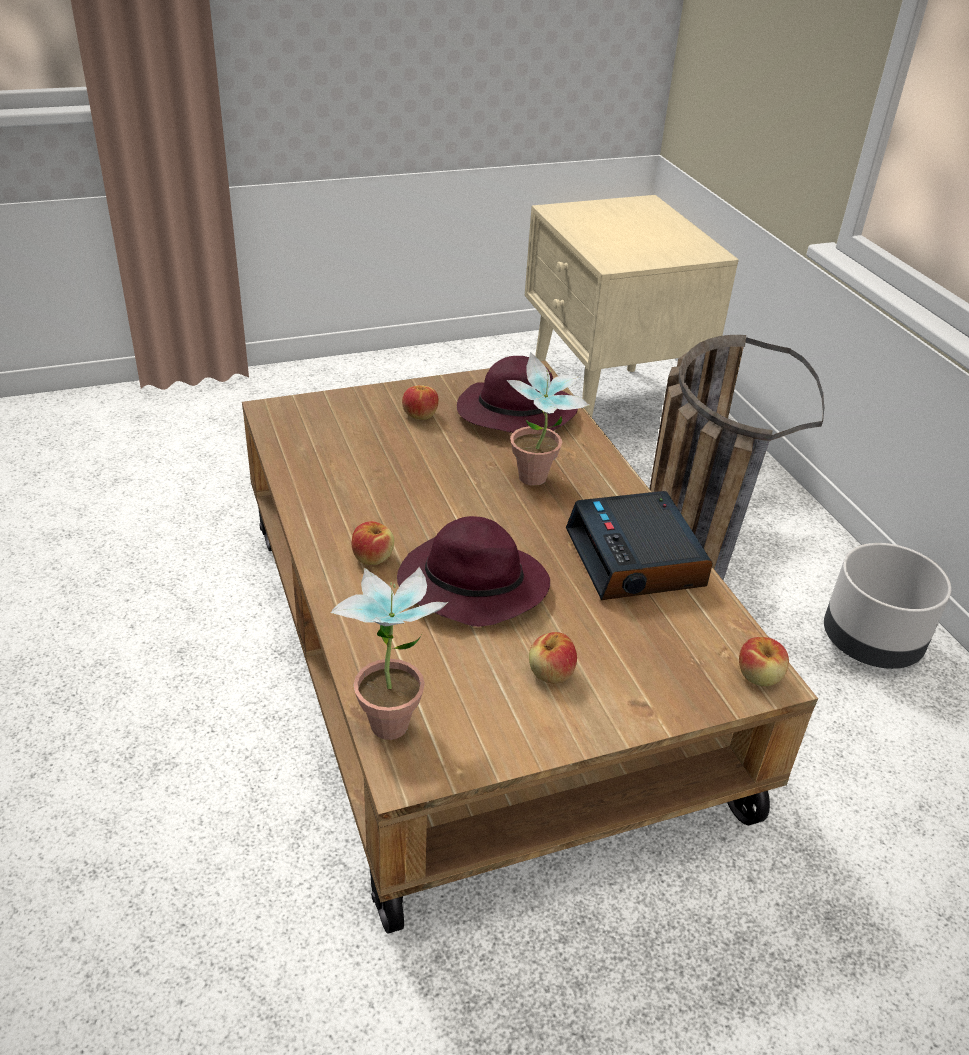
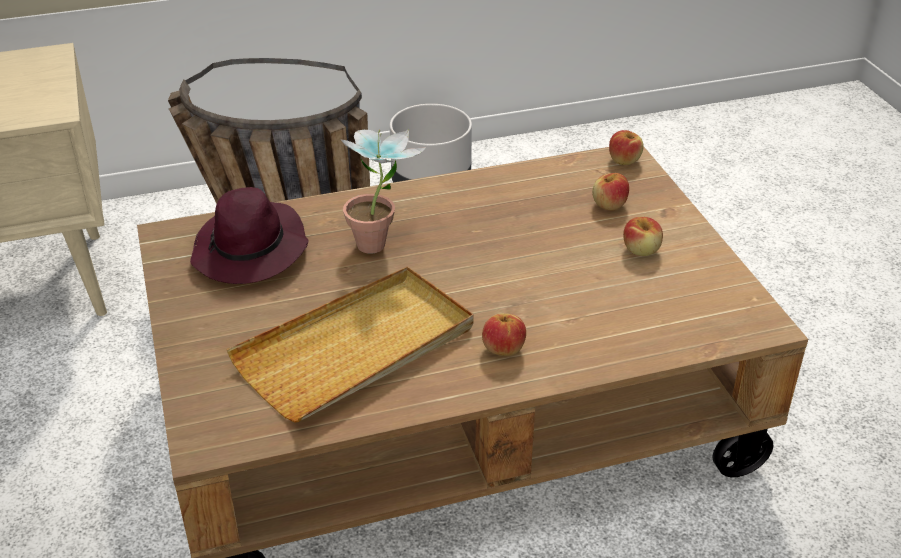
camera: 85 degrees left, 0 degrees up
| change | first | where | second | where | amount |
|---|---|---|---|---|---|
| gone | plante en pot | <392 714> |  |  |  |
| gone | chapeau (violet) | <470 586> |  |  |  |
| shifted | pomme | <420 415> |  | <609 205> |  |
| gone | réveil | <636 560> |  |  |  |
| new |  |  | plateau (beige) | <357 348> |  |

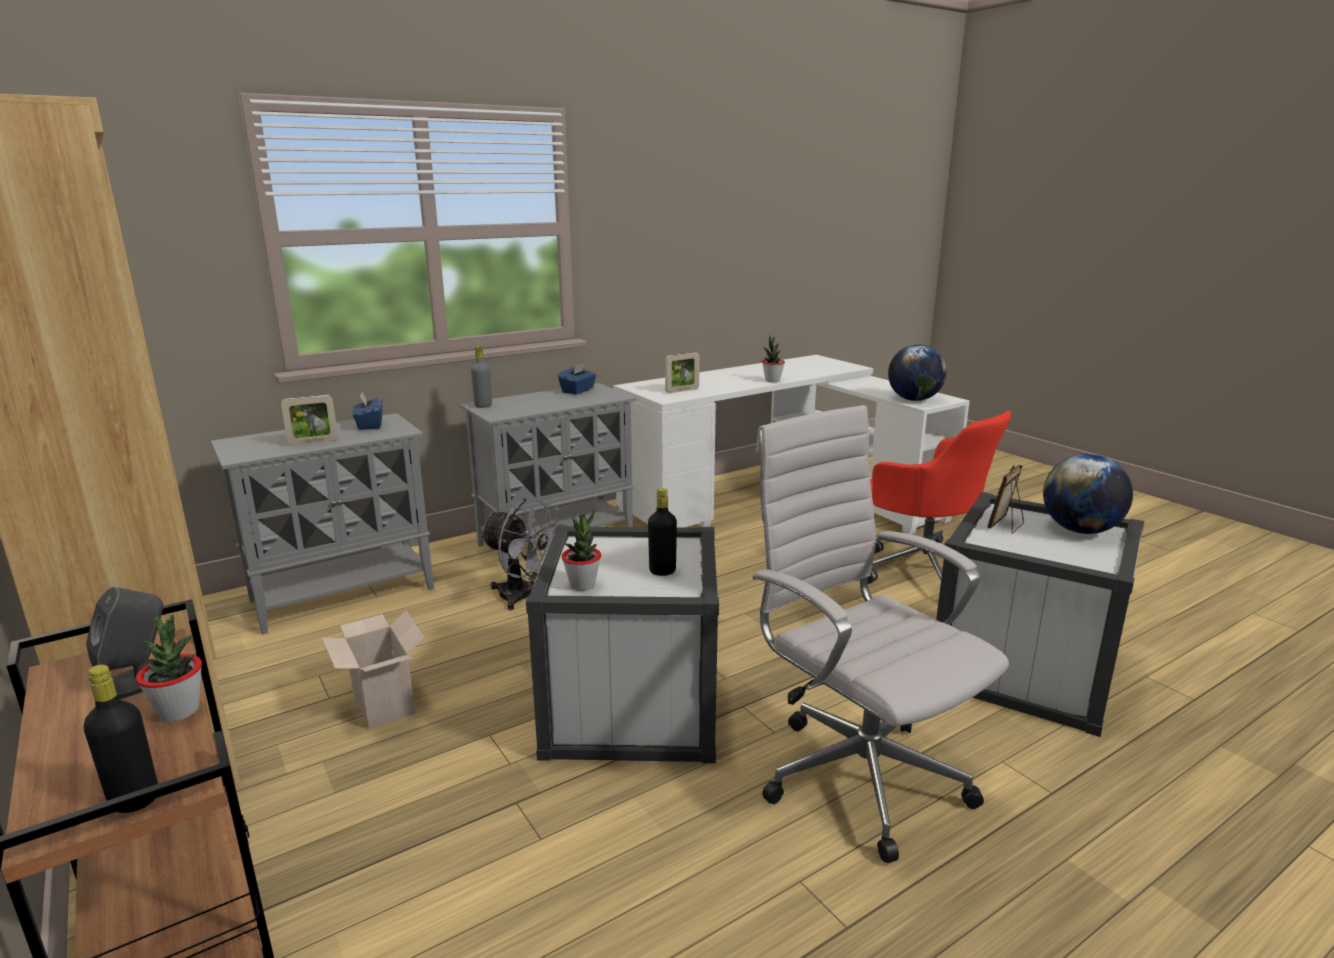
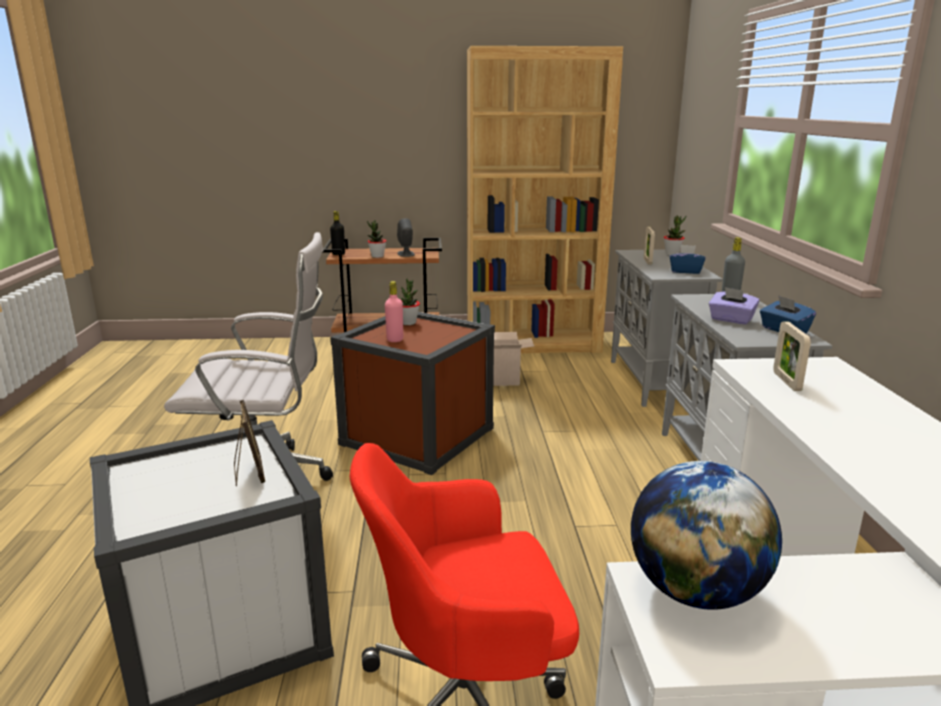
camera: 120 degrees right, 0 degrees up
| change | first | where | second | where | amount |
|---|---|---|---|---|---|
| gone | ventilateur (gris) | <524 597> |  |  |  |
| repainted | boîte de rangement (blanc) | <631 707> | boîte de rangement (marron) | <418 436> |  |
| repainted | bouteille (noir) | <662 571> | bouteille (rose) | <395 340> |  |
| shifted | plante en pot | <772 380> |  | <672 254> |  |
| gone | globe | <1080 530> |  |  |  |
| new |  |  | boîte à mouchoirs (violet) | <731 320> |  |

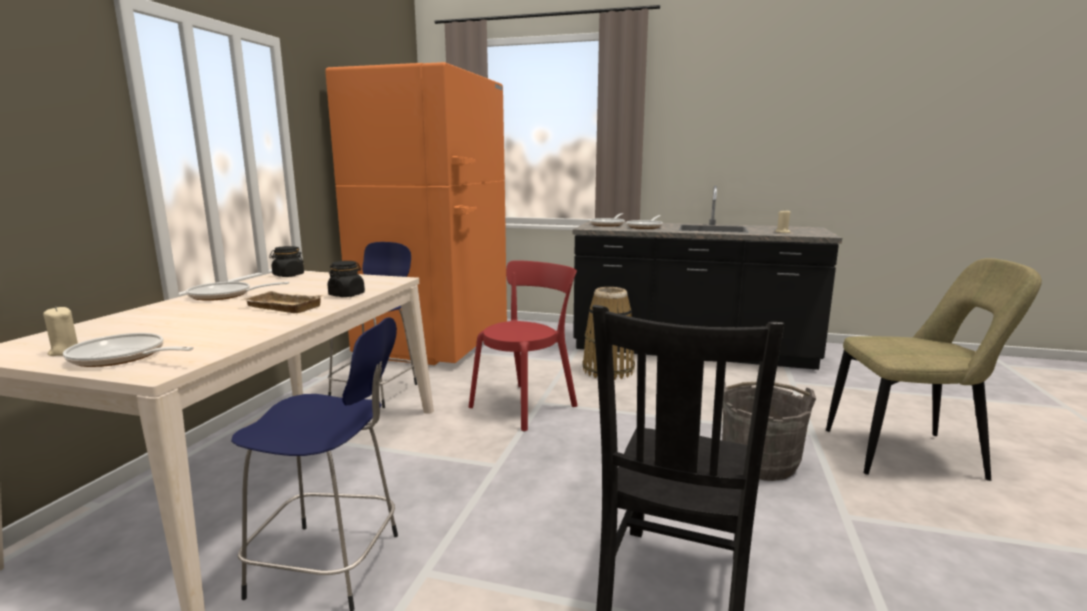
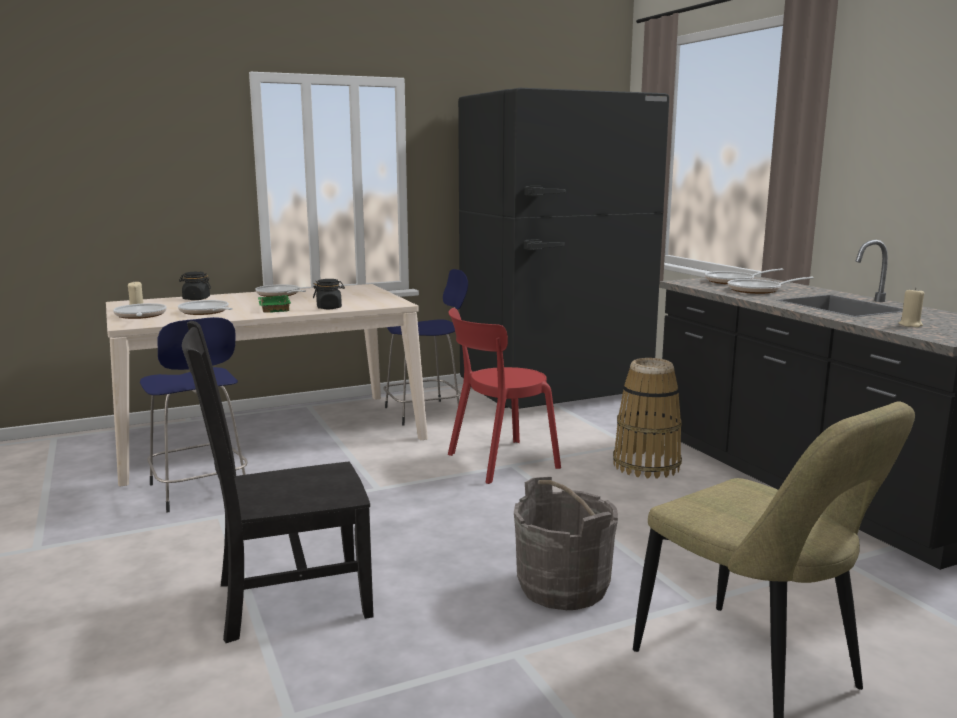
camera: 50 degrees right, 0 degrees up
| change | first | where | second | where | amount |
|---|---|---|---|---|---|
| repainted | plateau (beige) | <281 307> | plateau (vert) | <273 307> |  |
| shifted | bocal (noir) | <288 275> |  | <196 299> |  |
| repainted | réfrigérateur (orange) | <436 342> | réfrigérateur (noir) | <555 391> |  |
| rotated | chaise (rouge) | <526 405> |  | <498 462> | 150 degrees clockwise |
| new |  |  | poêle | <206 312> |  |

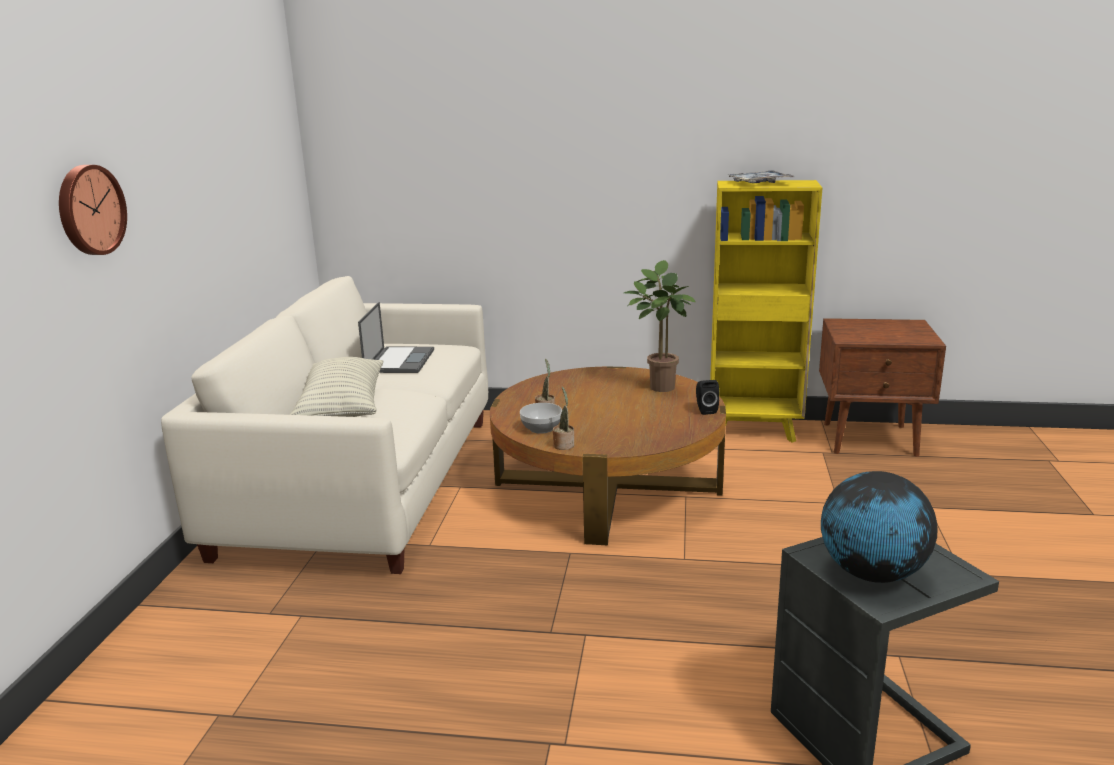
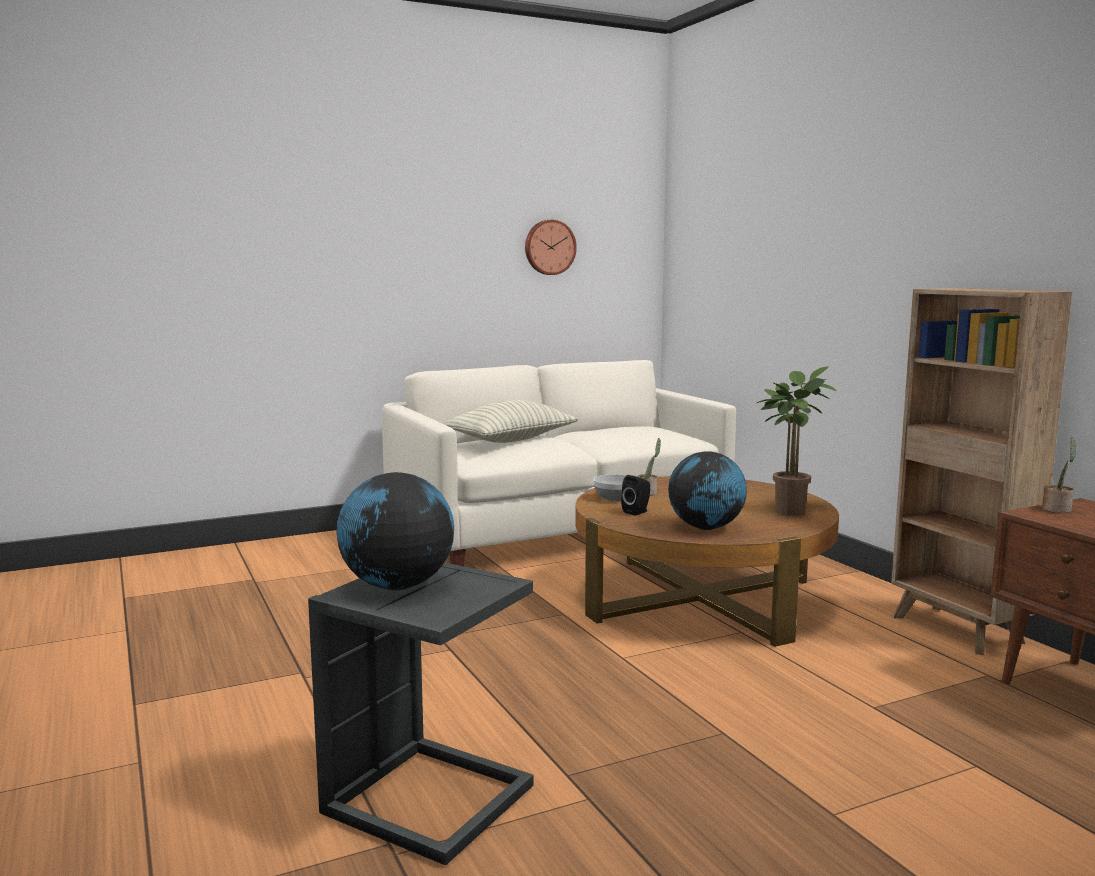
camera: 55 degrees right, 10 degrees down
| change | first | where | second | where | amount |
|---|---|---|---|---|---|
| shifted | horloge murale | <89 210> |  | <549 247> |  |
| gone | ordinateur portable | <399 360> |  |  |  |
| shifted | plante en pot | <564 445> |  | <1057 509> |  |
| shifted | enceinte (noir) | <705 410> |  | <637 512> |  |
| repainted | bibliothèque (jaune) | <755 431> | bibliothèque (marron) | <958 630> |  |
| gone | plateau | <759 183> |  |  |  |
| new |  |  | globe | <706 528> |  |

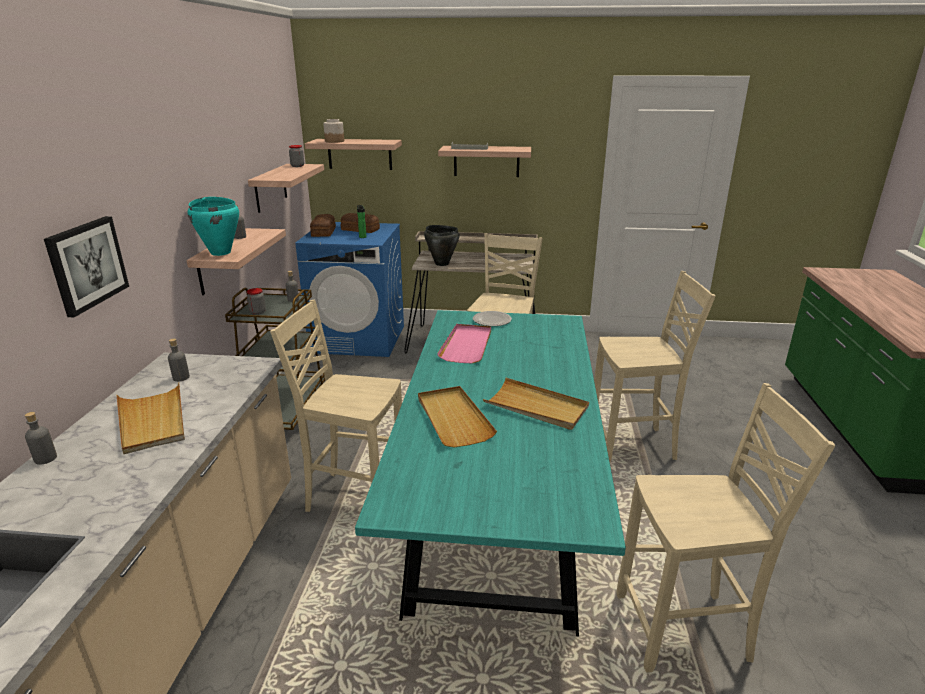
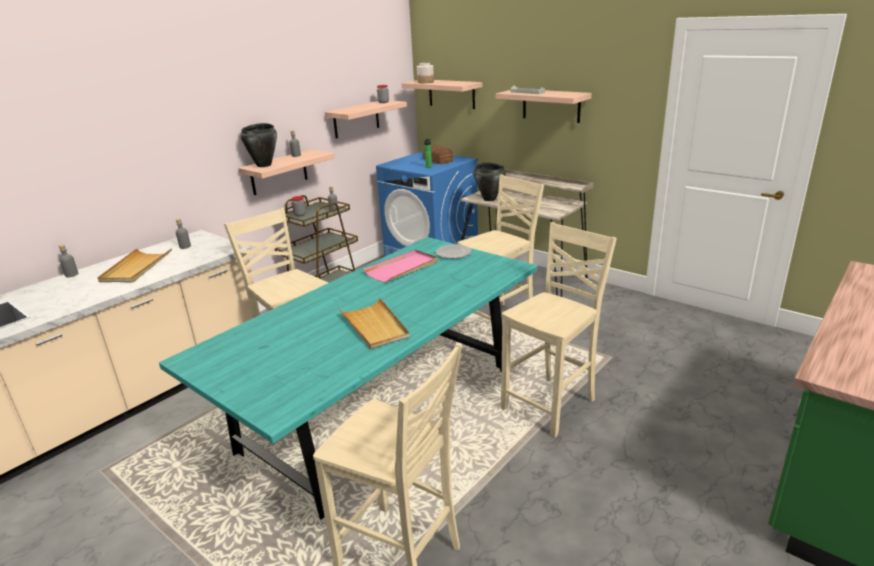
camera: 35 degrees right, 0 degrees up
| change | first | where | second | where | amount |
|---|---|---|---|---|---|
| gone | tableau | <87 264> |  |  |  |
| repainted | marmite (turquoise) | <221 252> | marmite (noir) | <264 165> |  |
| gone | pain | <324 232> |  |  |  |
| gone | plateau (beige) | <453 418> |  |  |  |
| rotated | chaise (beige) | <634 445> |  | <551 405> | 75 degrees counterclockwise |

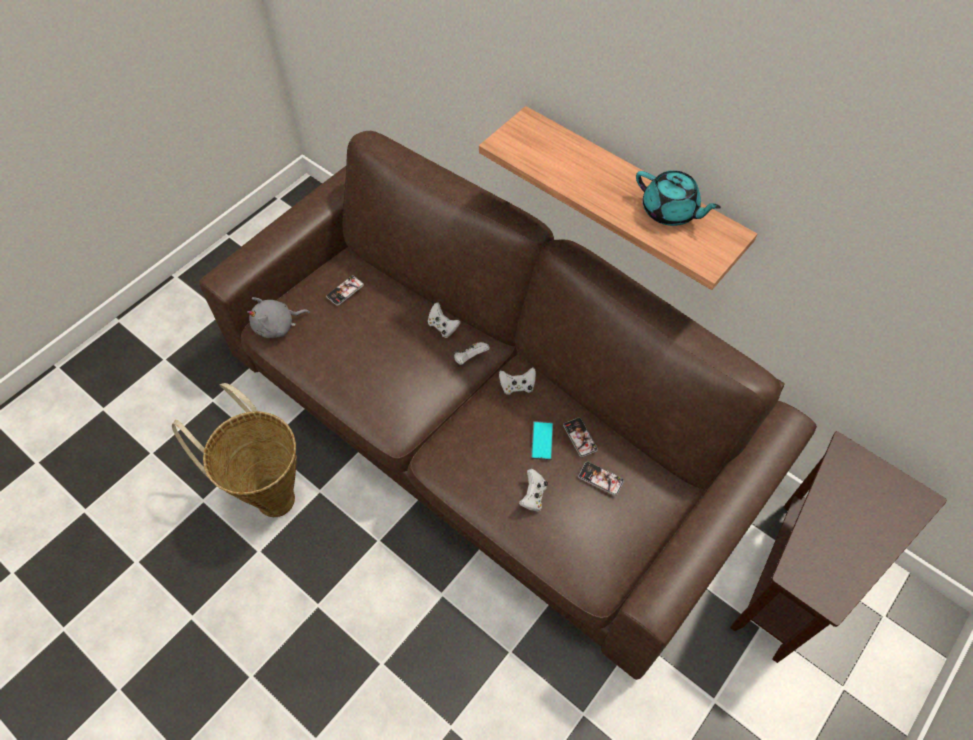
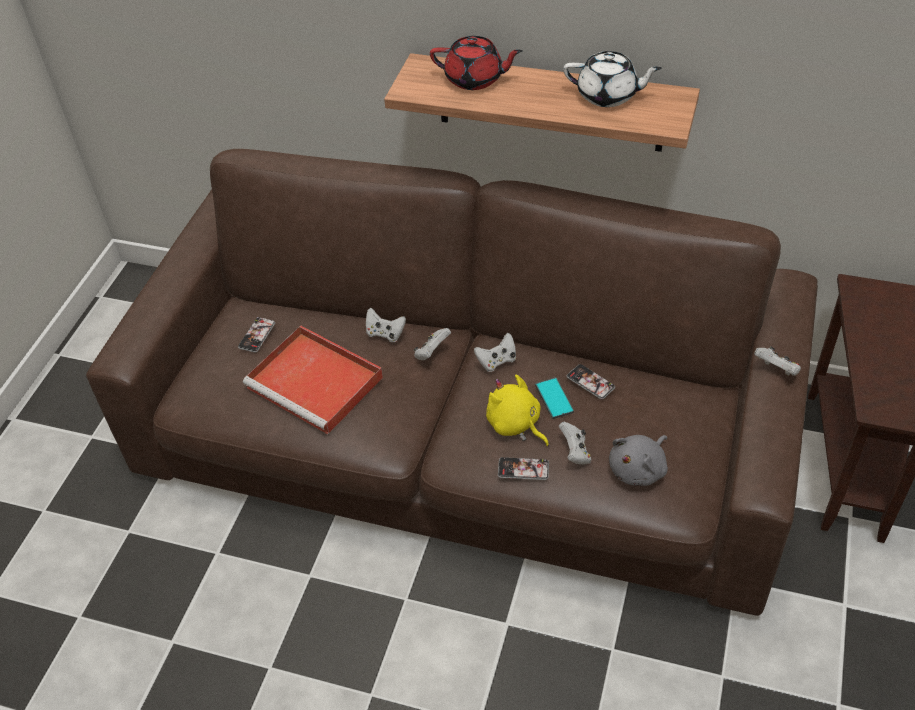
camera: 20 degrees left, 10 degrees down
| change | first | where | second | where | amount |
|---|---|---|---|---|---|
| gone | panier | <270 494> |  |  |  |
| shifted | peluche (gris) | <277 326> |  | <639 469> |  |
| shifted | téléphone | <600 478> |  | <523 469> |  |
| repainted | théière (turquoise) | <670 211> | théière (blanc) | <608 95> |  |
| new |  |  | plateau (rouge) | <317 383> |  |
| new |  |  | théière (rouge) | <475 79> |  |
| new |  |  | peluche (jaune) | <515 424> |  |
| new |  |  | manette (blanc) | <776 370> |  |

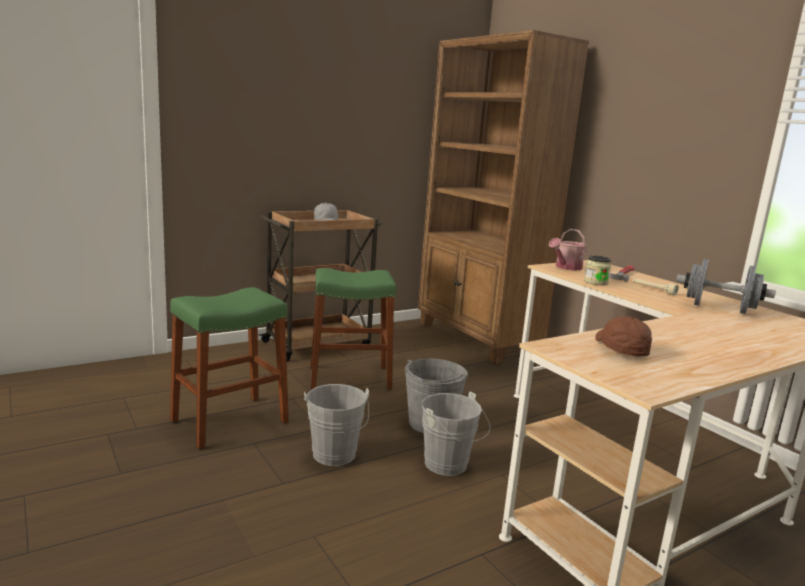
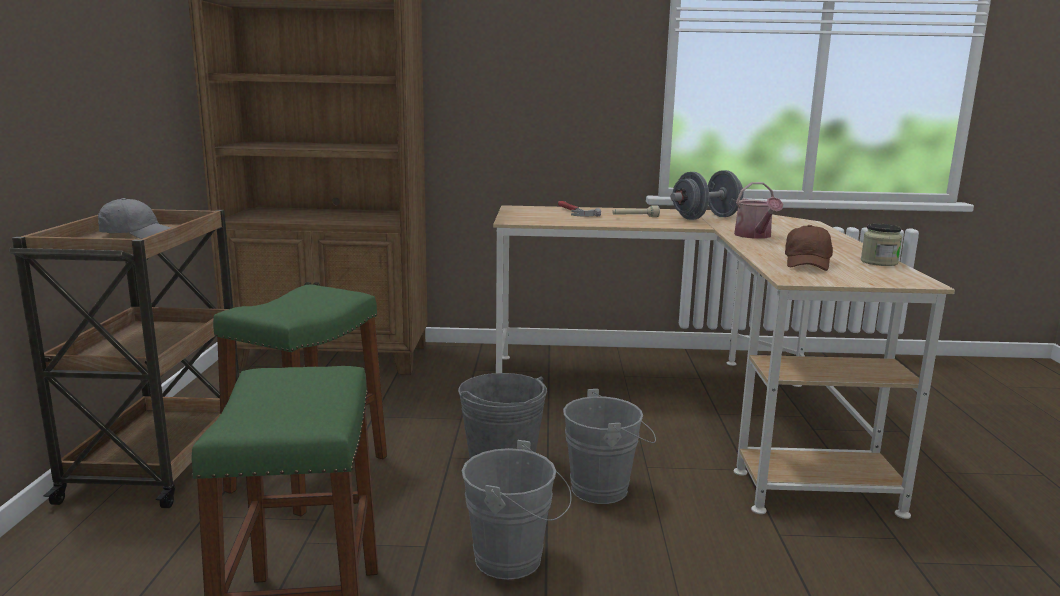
camera: 55 degrees left, 0 degrees up
| change | first | where | second | where | amount |
|---|---|---|---|---|---|
| shifted | arrosoir | <566 267> |  | <755 236> |  |
| shifted | bocal | <596 282> |  | <879 262> |  |
| rotated | casquette (marron) | <620 348> |  | <807 263> | 105 degrees counterclockwise |

